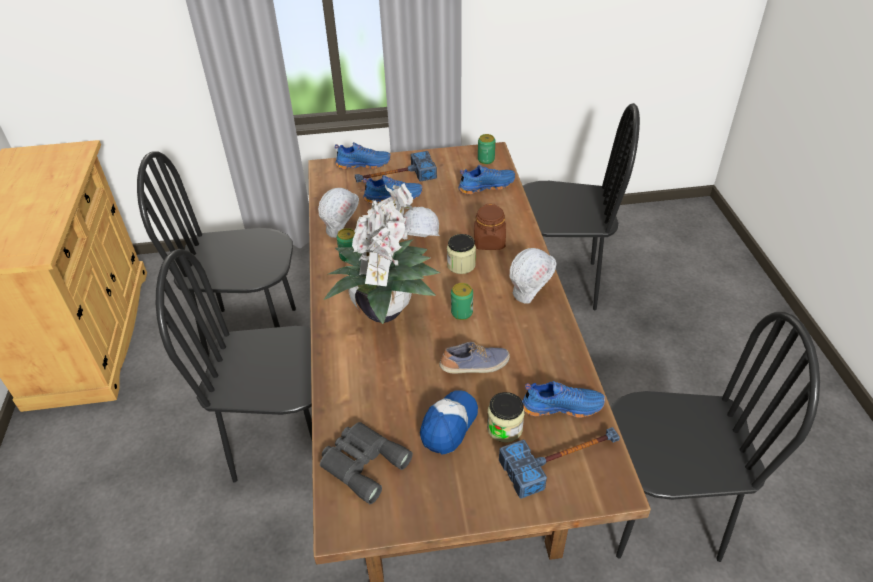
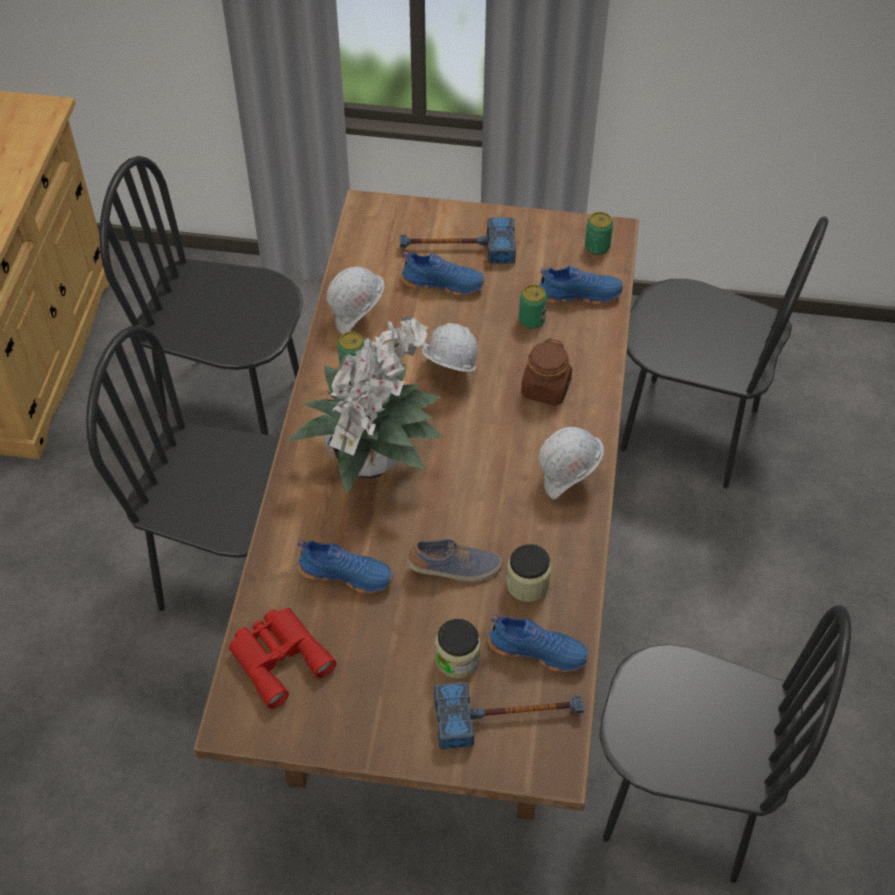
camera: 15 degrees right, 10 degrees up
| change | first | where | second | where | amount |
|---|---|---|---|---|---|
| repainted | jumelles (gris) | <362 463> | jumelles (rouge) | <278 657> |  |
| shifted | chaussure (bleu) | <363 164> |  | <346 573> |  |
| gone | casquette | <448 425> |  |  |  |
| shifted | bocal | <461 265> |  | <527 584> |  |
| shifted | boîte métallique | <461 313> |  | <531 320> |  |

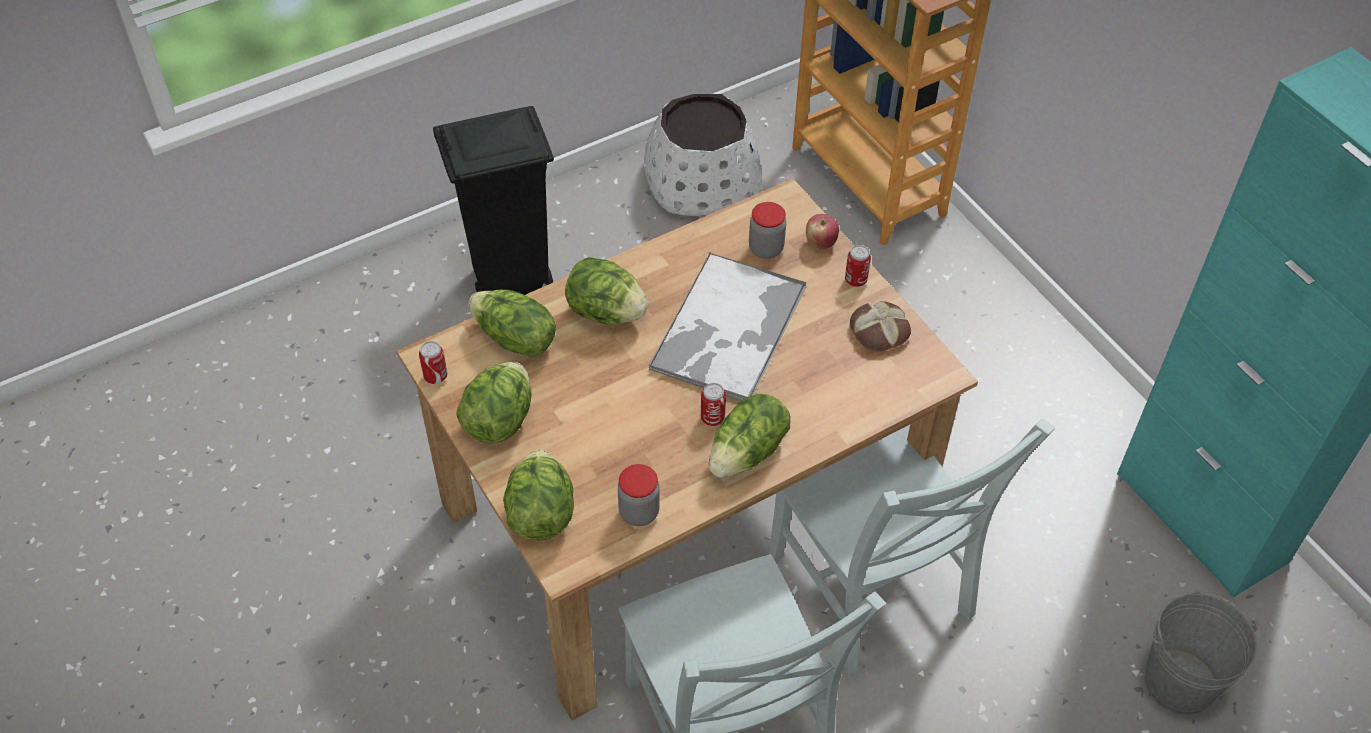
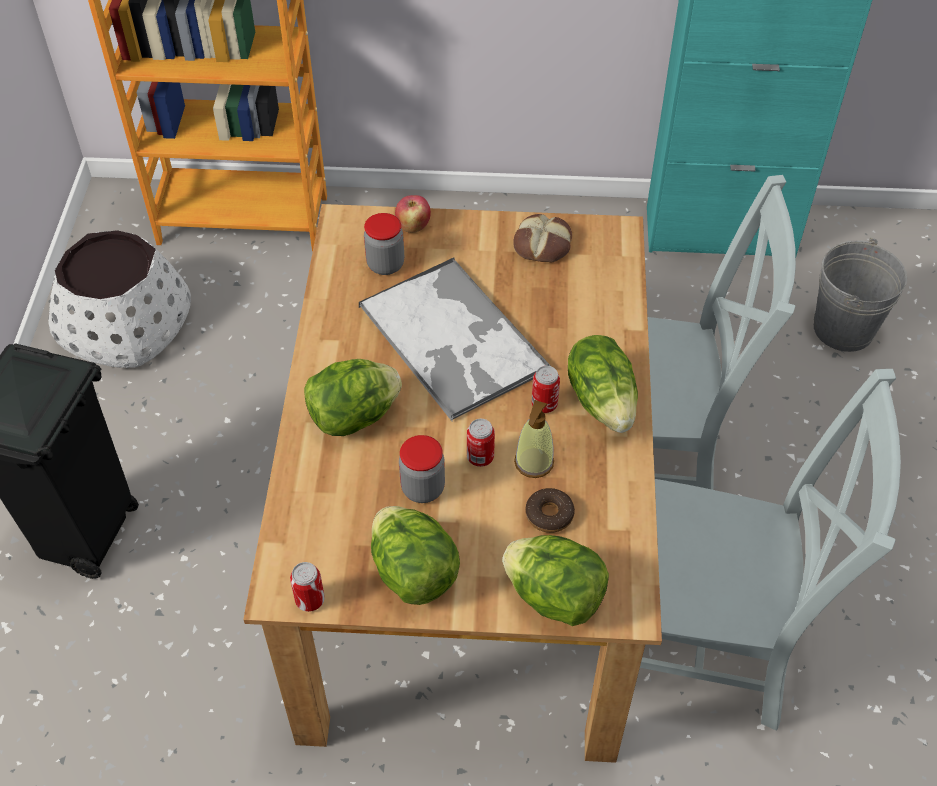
camera: 55 degrees left, 0 degrees up
| change | first | where | second | where | amount |
|---|---|---|---|---|---|
| gone | laitue | <514 339> |  |  |  |
| shifted | bocal | <639 512> |  | <423 488> |  |
| shifted | boîte métallique | <855 280> |  | <480 457> |  |
| new |  |  | distributeur de savon | <533 463> |  |
| new |  |  | beignet | <549 514> |  |

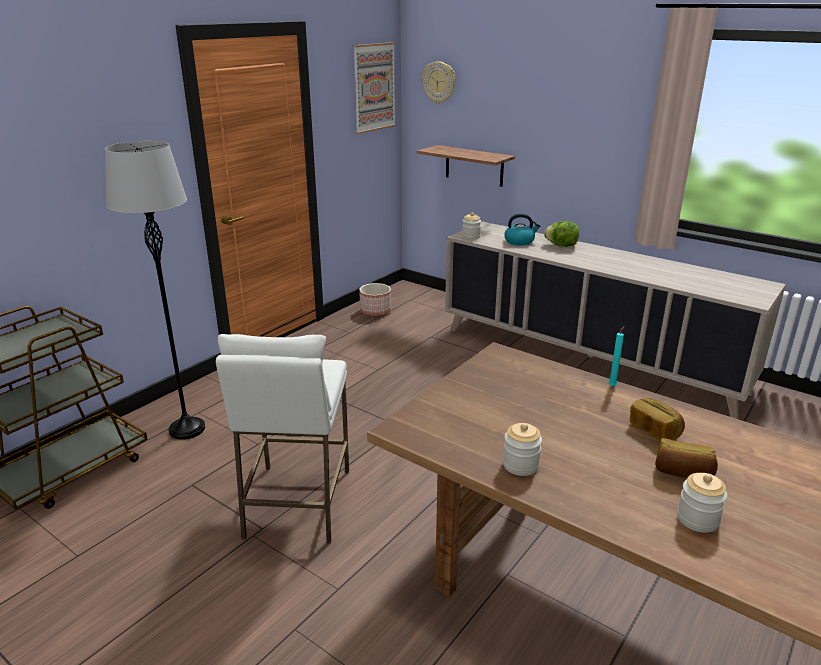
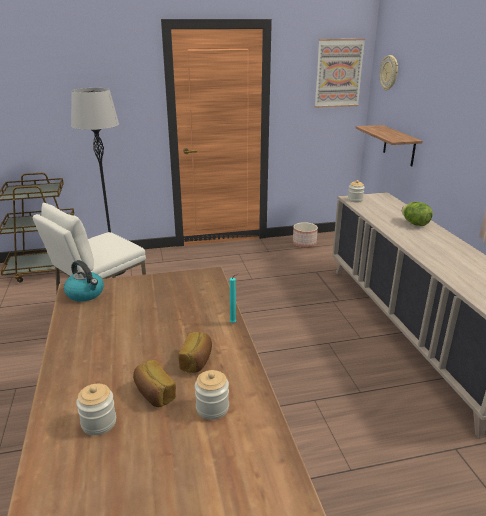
camera: 40 degrees right, 0 degrees up
| change | first | where | second | where | amount |
|---|---|---|---|---|---|
| shifted | bocal | <520 465> |  | <212 408> |  |
| shifted | bouilloire | <519 241> |  | <86 294> |  |

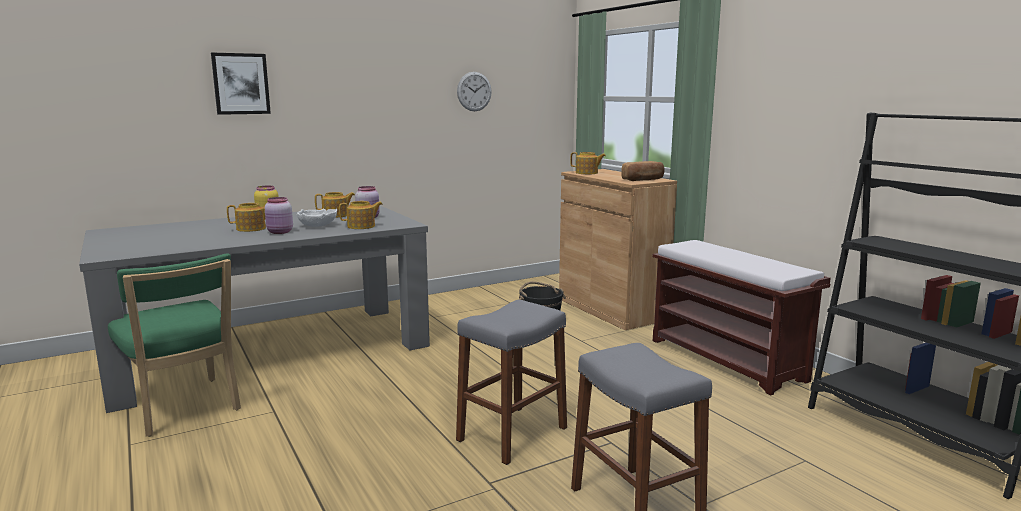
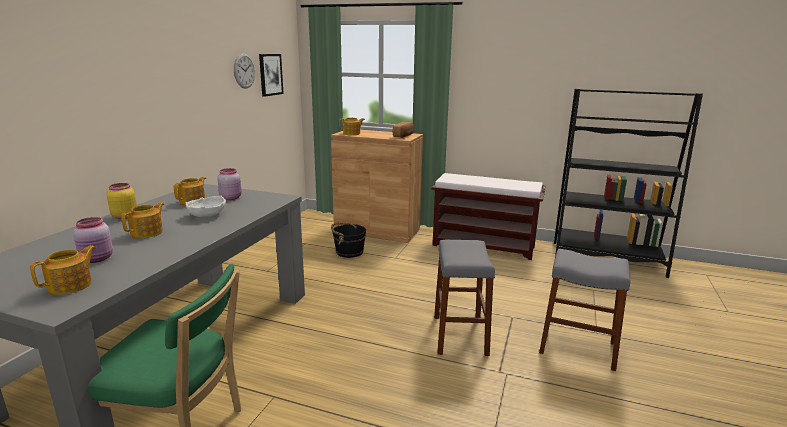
camera: 40 degrees left, 5 degrees up
| change | first | where | second | where | amount |
|---|---|---|---|---|---|
| shifted | tableau | <241 84> |  | <270 74> |  |
| shifted | bocal (rose) | <280 232> |  | <97 259> |  |
| shifted | théière | <362 226> |  | <71 285> |  |

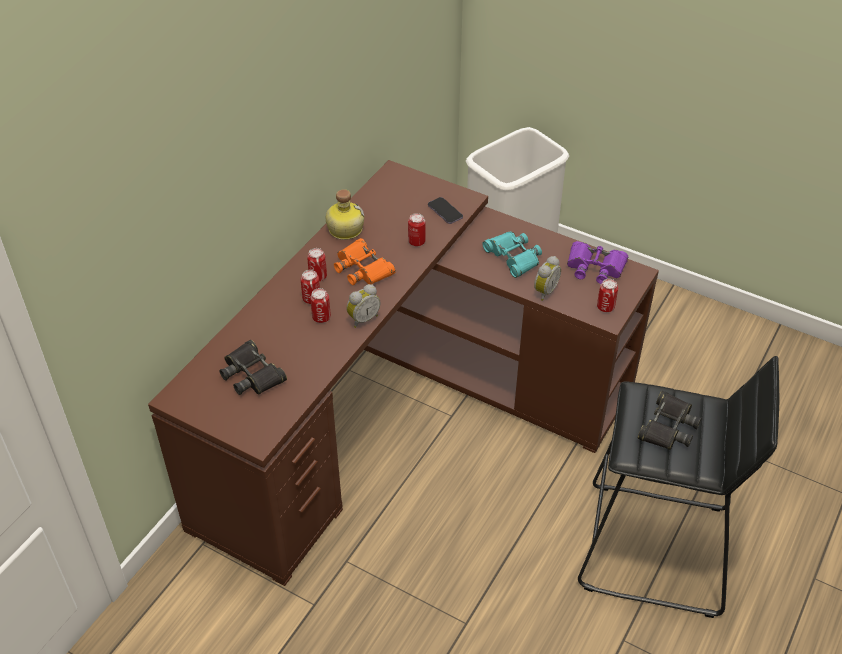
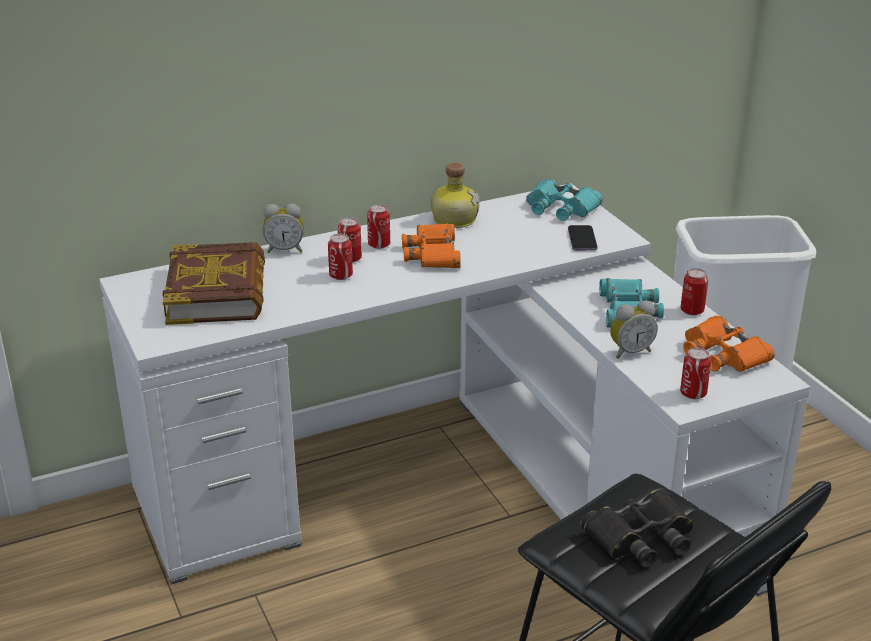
camera: 35 degrees right, 15 degrees down
| change | first | where | second | where | amount |
|---|---|---|---|---|---|
| repainted | bureau (marron) | <403 410> | bureau (blanc) | <460 486> |  |
| swapped | jumelles (noir) | <252 374> | livre | <217 292> |  |
| shifted | réveil | <363 319> |  | <285 250> |  |
| shifted | boîte métallique | <416 241> |  | <692 310> |  |
| repainted | jumelles (violet) | <595 267> | jumelles (orange) | <723 353> |  |
| new |  |  | jumelles (turquoise) | <561 208> |  |

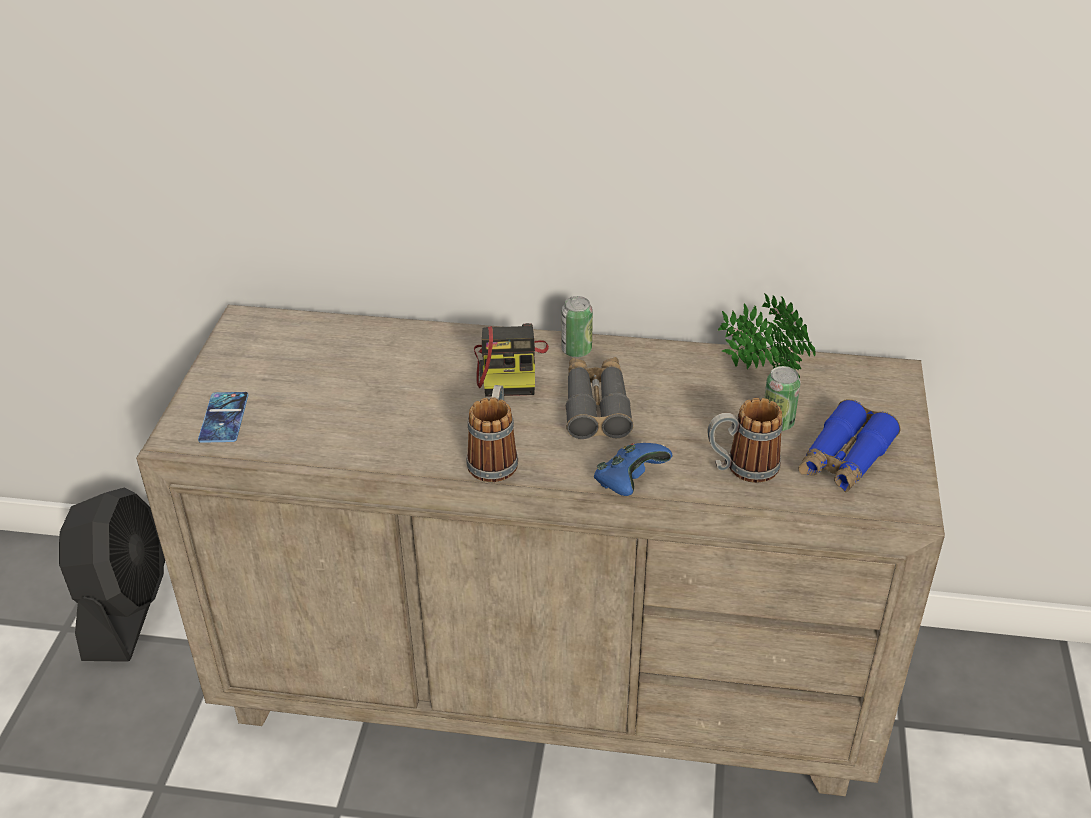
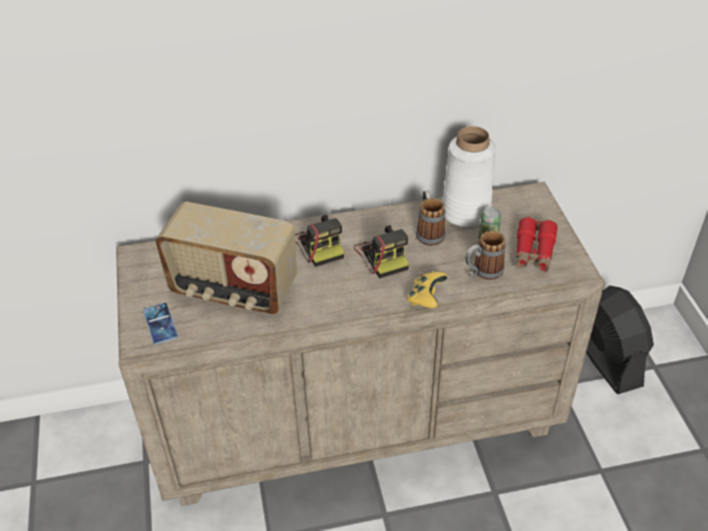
camera: 20 degrees left, 5 degrees up
| change | first | where | second | where | amount |
|---|---|---|---|---|---|
| shifted | ventilateur (noir) | <126 608> |  | <607 358> |  |
| shifted | mug | <495 458> |  | <428 232> |  |
| gone | boîte métallique | <576 350> |  |  |  |
| swapped | jumelles (gris) | <596 406> | appareil photo | <382 256> |  |
| repainted | manette (bleu) | <629 482> | manette (jaune) | <426 298> |  |
| swapped | plante en pot | <762 375> | vase (blanc) | <465 212> |  |
| repainted | jumelles (bleu) | <844 459> | jumelles (rouge) | <534 252> |  |
| new |  |  | radio | <233 290> |  |

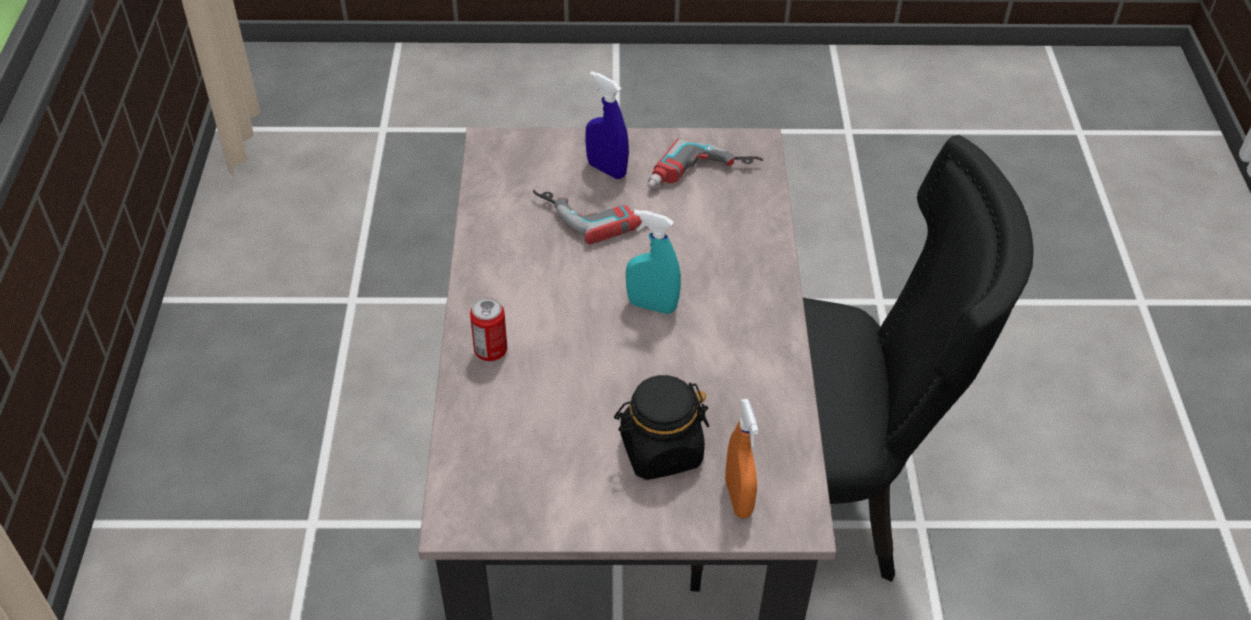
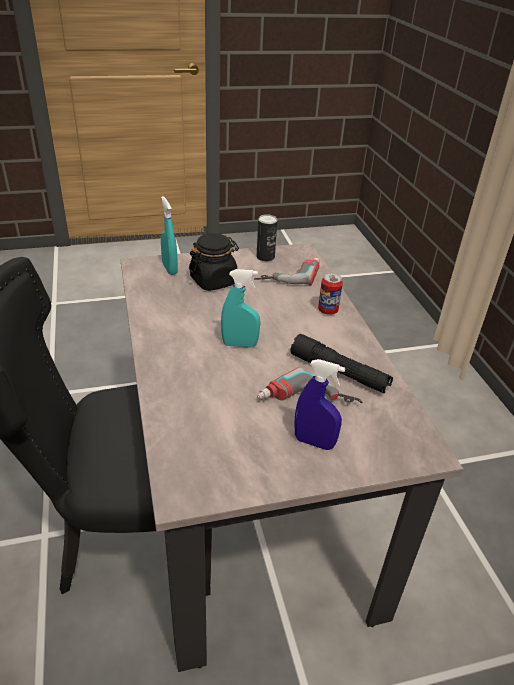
camera: 165 degrees right, 10 degrees down
| change | first | where | second | where | amount |
|---|---|---|---|---|---|
| shifted | perceuse | <703 178> |  | <288 273> |  |
| repainted | vaporisateur (orange) | <738 498> | vaporisateur (turquoise) | <169 269> |  |
| new |  |  | boîte métallique | <265 257> |  |
| new |  |  | lampe de poche (noir) | <339 372> |  |

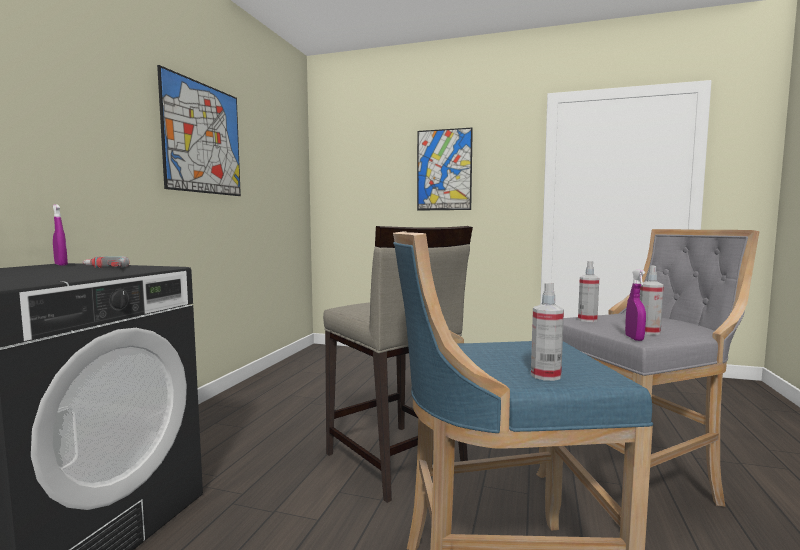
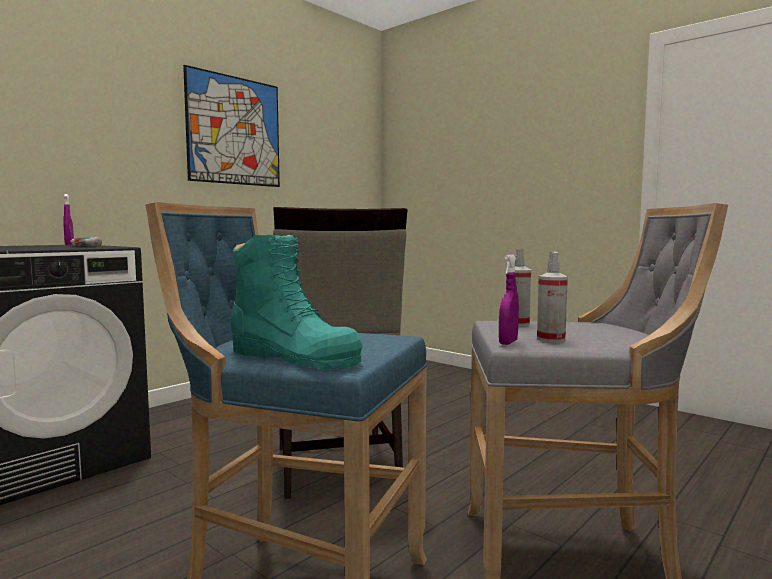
camera: 25 degrees right, 0 degrees up
| change | first | where | second | where | amount |
|---|---|---|---|---|---|
| gone | tableau | <444 170> |  |  |  |
| swapped | vaporisateur | <545 375> | botte (turquoise) | <294 357> |  |

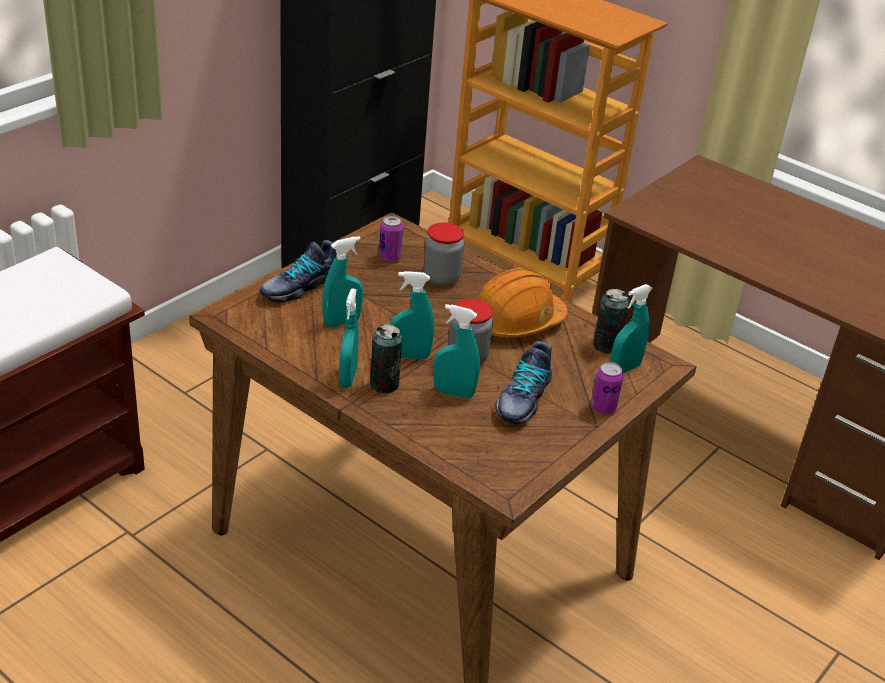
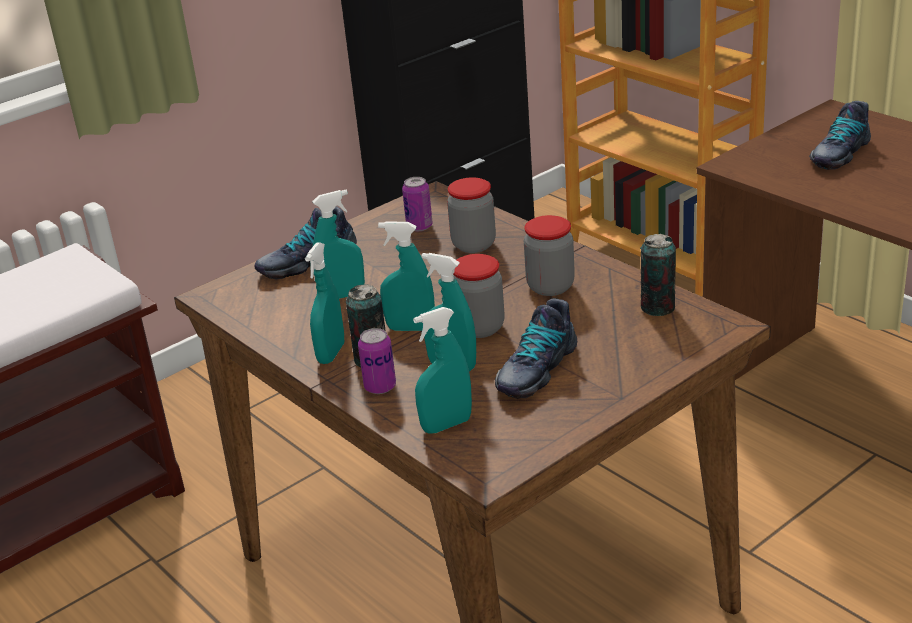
camera: 15 degrees right, 5 degrees down
| change | first | where | second | where | amount |
|---|---|---|---|---|---|
| swapped | casque de chantier (orange) | <515 322> | bocal | <550 287> |  |
| shifted | boîte métallique | <603 407> |  | <380 387> |  |
| shifted | vaporisateur (turquoise) | <624 368> |  | <446 425> |  |
| new |  |  | chaussure | <838 153> |  |

